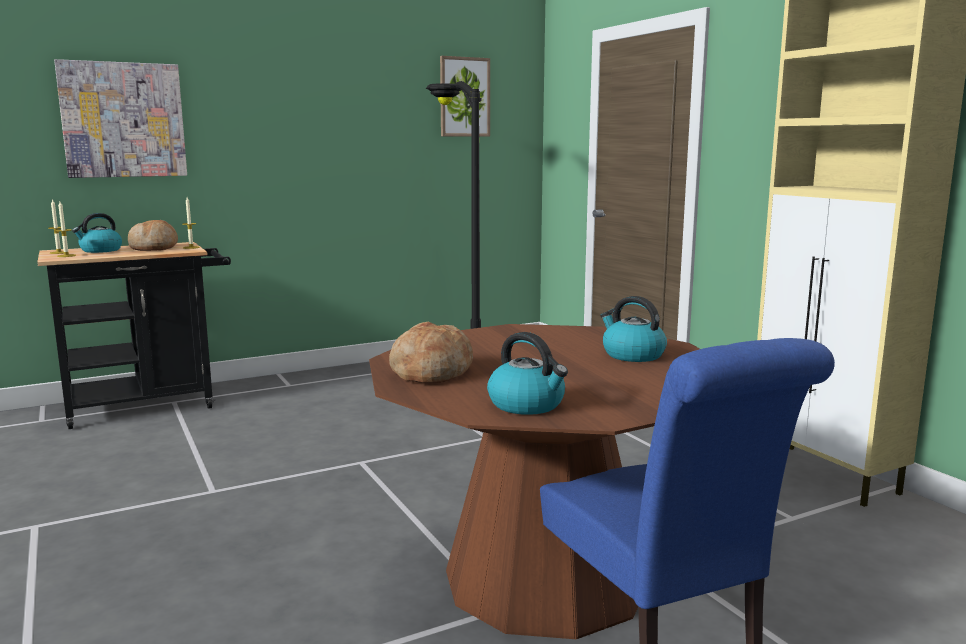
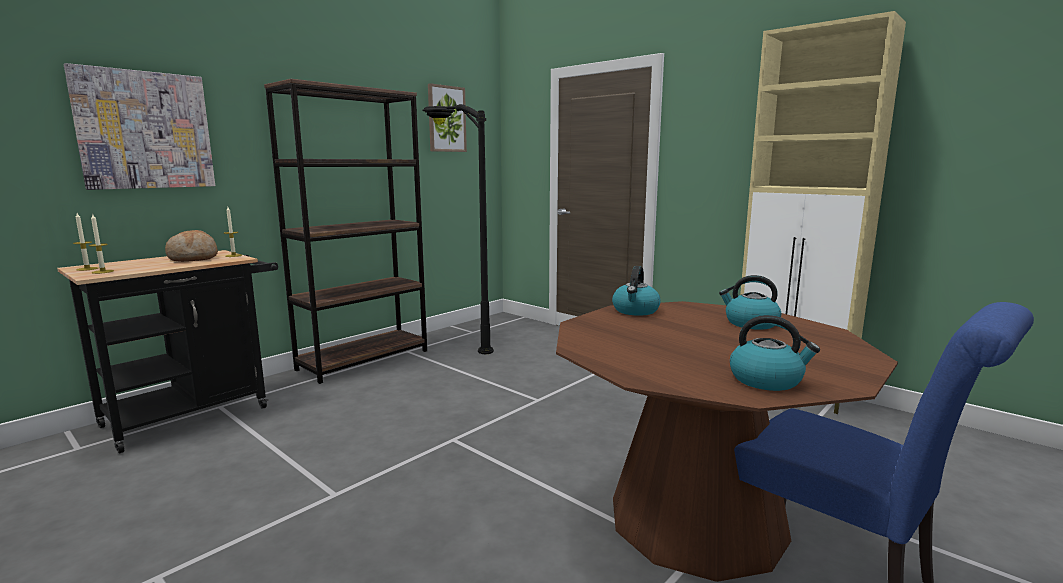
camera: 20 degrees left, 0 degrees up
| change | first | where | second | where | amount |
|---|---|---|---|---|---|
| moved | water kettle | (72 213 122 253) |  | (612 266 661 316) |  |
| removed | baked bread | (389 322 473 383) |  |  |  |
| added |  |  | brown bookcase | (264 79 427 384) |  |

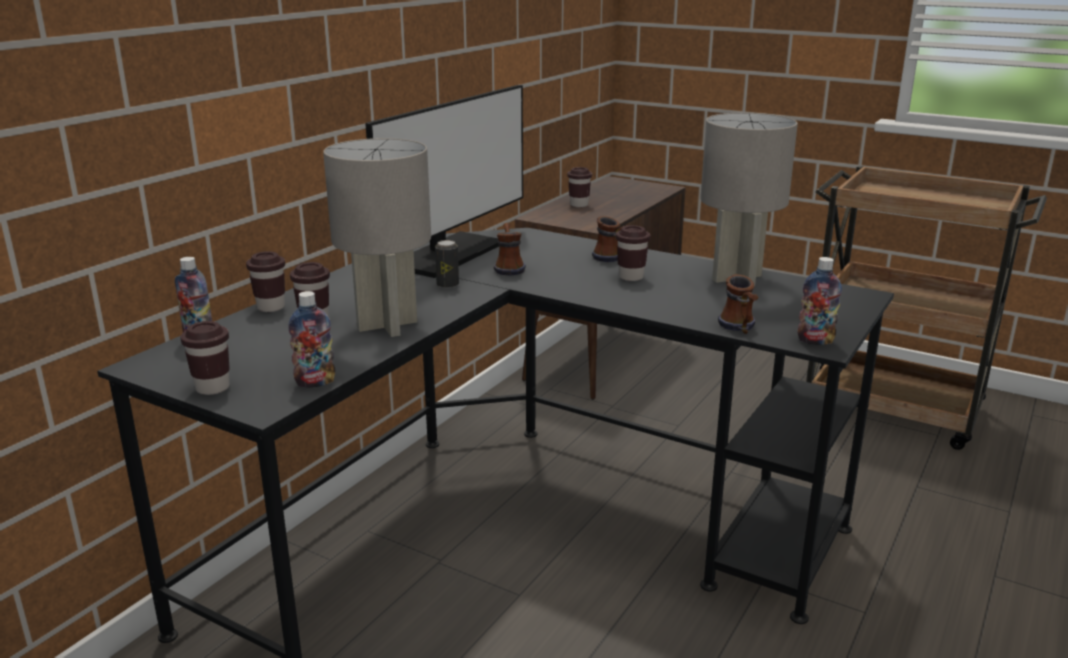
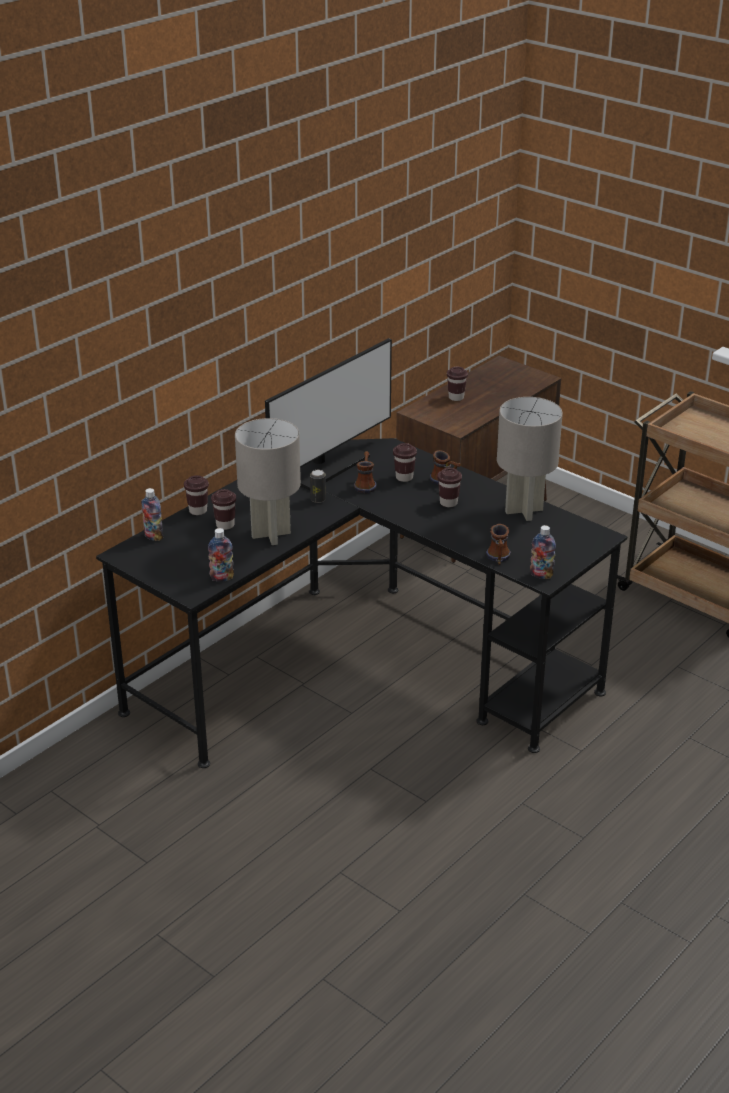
camera: 10 degrees right, 10 degrees up
| change | first | where | second | where | amount |
|---|---|---|---|---|---|
| moved | brown cup | (180 321 230 395) |  | (393 443 417 482) |  |

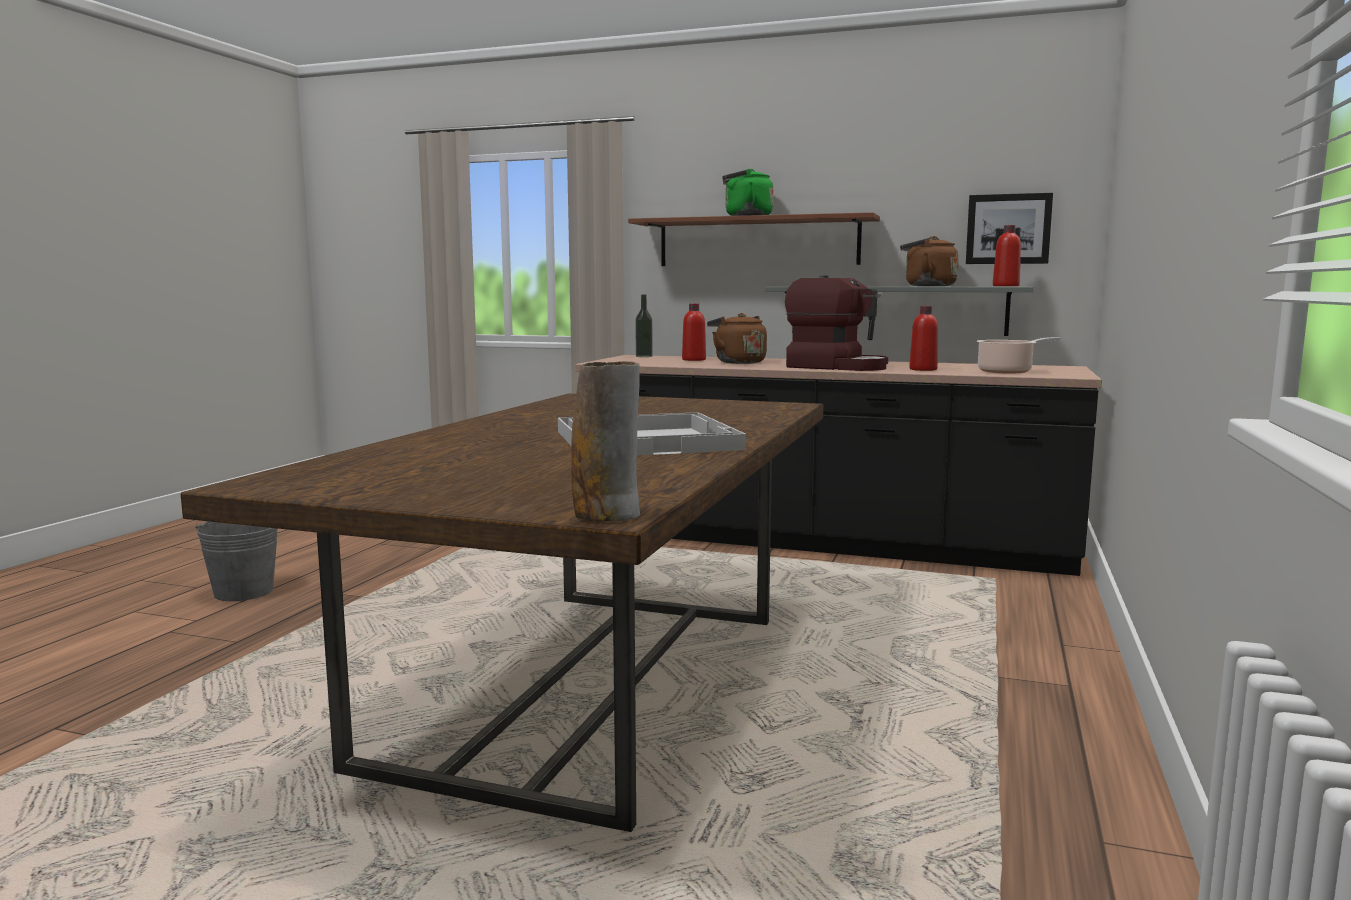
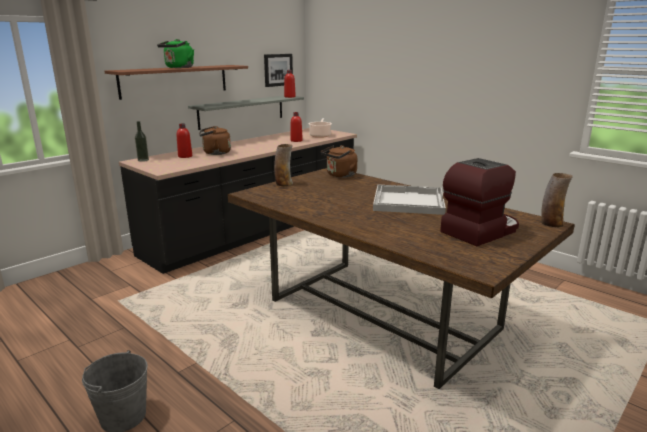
camera: 65 degrees left, 10 degrees up
| change | first | where | second | where | amount |
|---|---|---|---|---|---|
| moved | brown water kettle | (900 236 959 286) |  | (321 145 358 178) |  |
| moved | coffee brewer | (785 275 888 371) |  | (440 158 519 246) |  |
| added |  |  | vase | (274 144 293 186) |  |

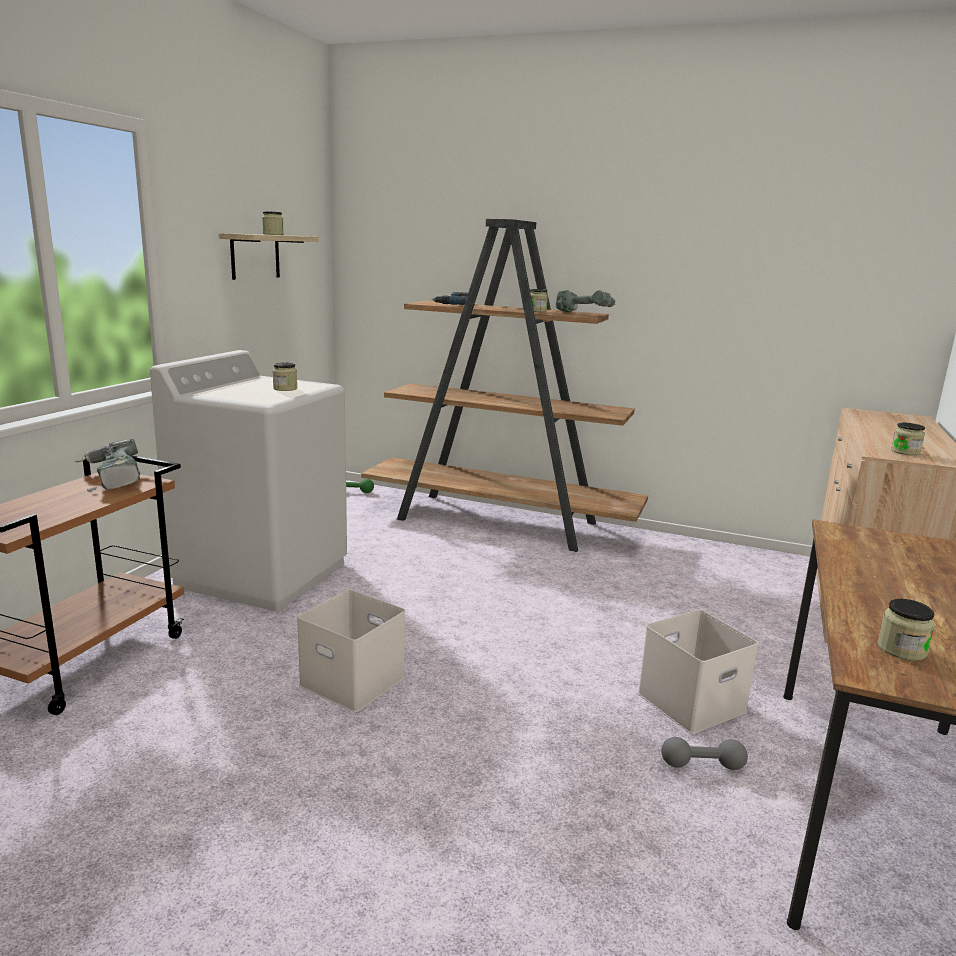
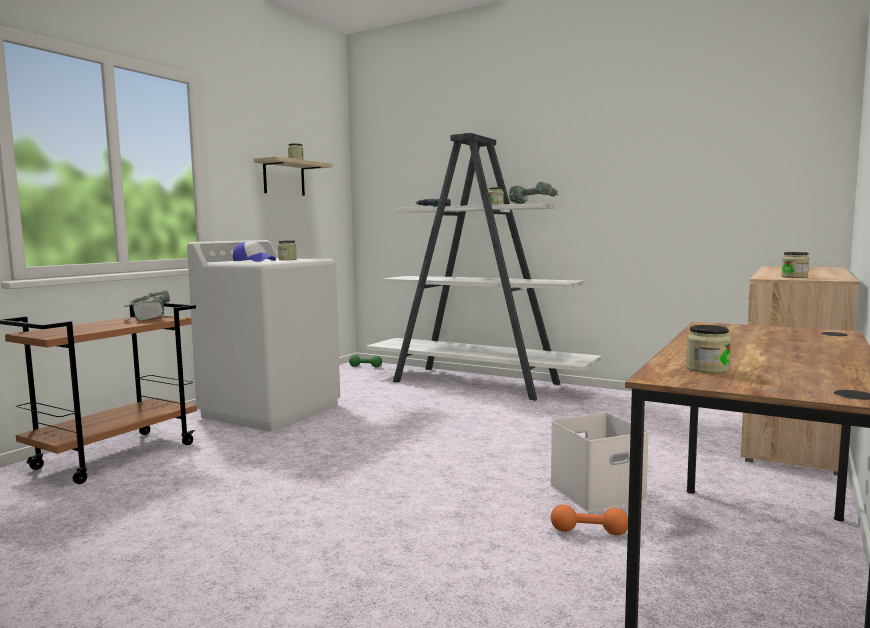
camera: 10 degrees right, 10 degrees down
| change | first | where | second | where | amount |
|---|---|---|---|---|---|
| recoloured | brown bookcase | (361 219 648 552) | whitish bookcase | (366 133 601 401) |  |
| removed | whitish storage container | (297 589 405 712) |  |  |  |
| recoloured | grey hand weight | (661 737 748 770) | orange-coloured hand weight | (551 504 628 535) |  |
| added |  |  | cap | (233 241 276 262) |  |

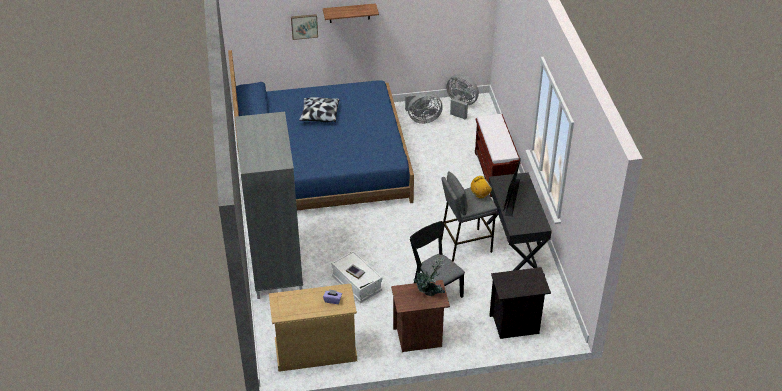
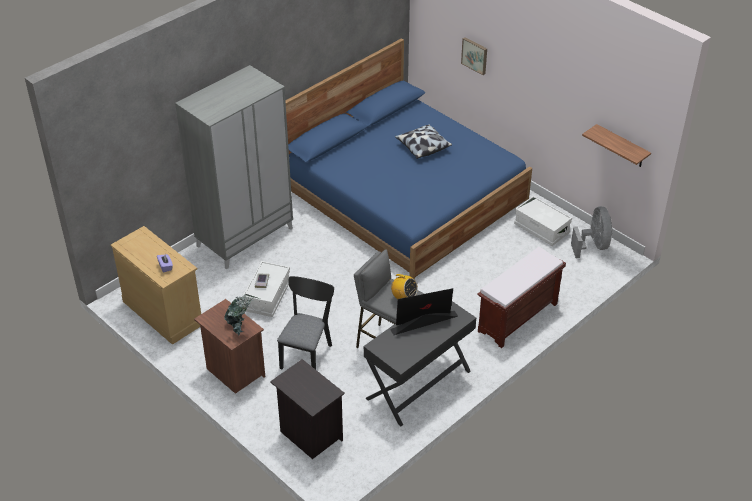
camera: 55 degrees right, 0 degrees up
| change | first | where | second | where | amount |
|---|---|---|---|---|---|
| moved | bracket shelf | (323 3 379 23) |  | (582 124 651 167) |  |
| replaced | grey fan | (405 93 443 124) | whitish storage container | (514 195 572 246) |  |

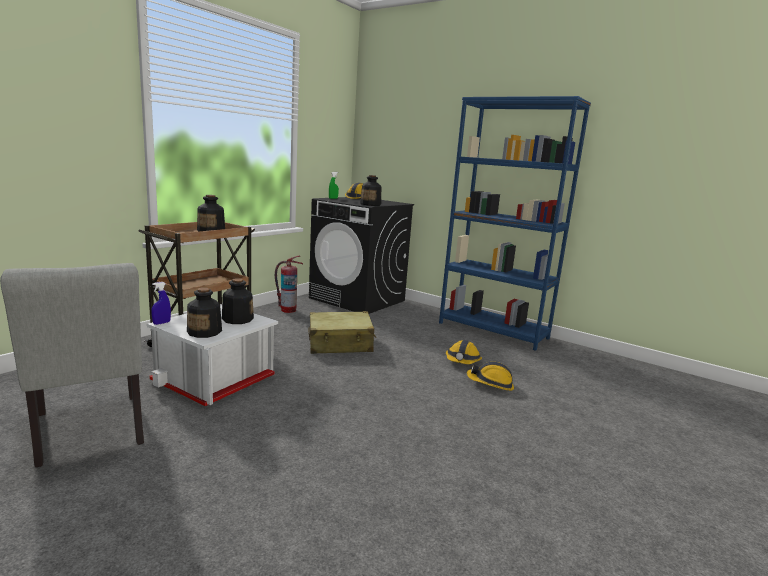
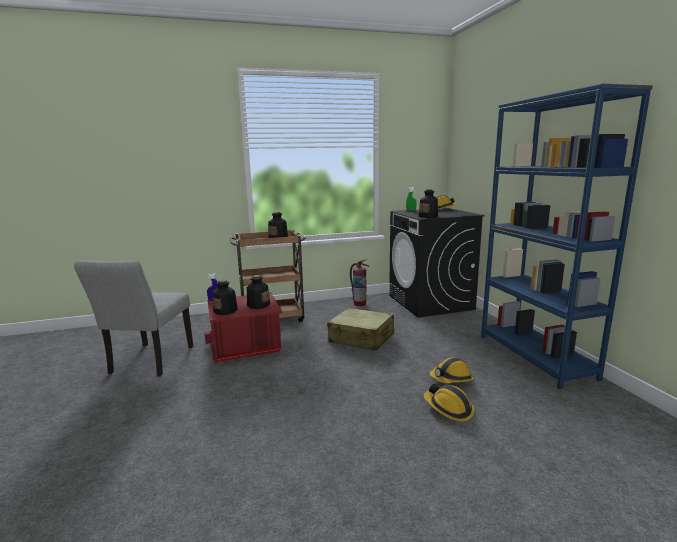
camera: 40 degrees right, 0 degrees up
| change | first | where | second | where | amount |
|---|---|---|---|---|---|
| recoloured | whitish storage container | (147 304 279 406) | red-coloured storage container | (204 292 282 363) |  |

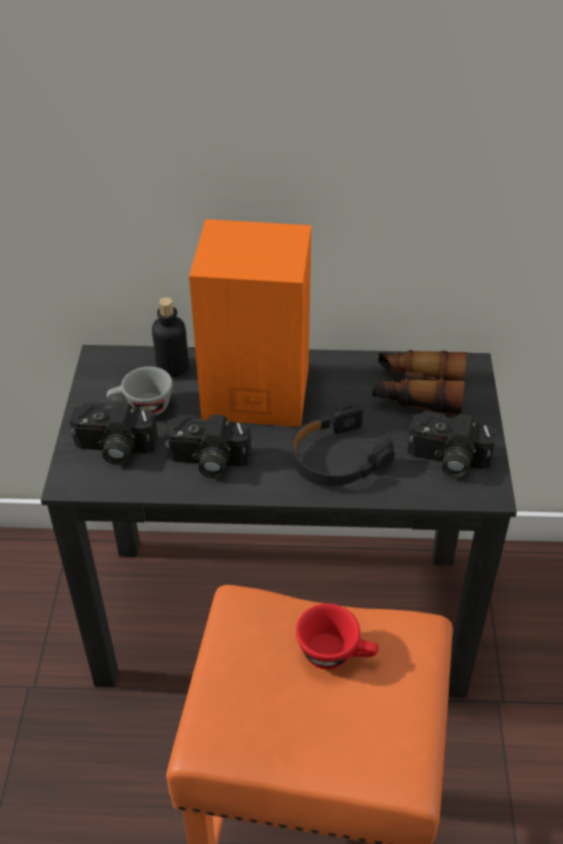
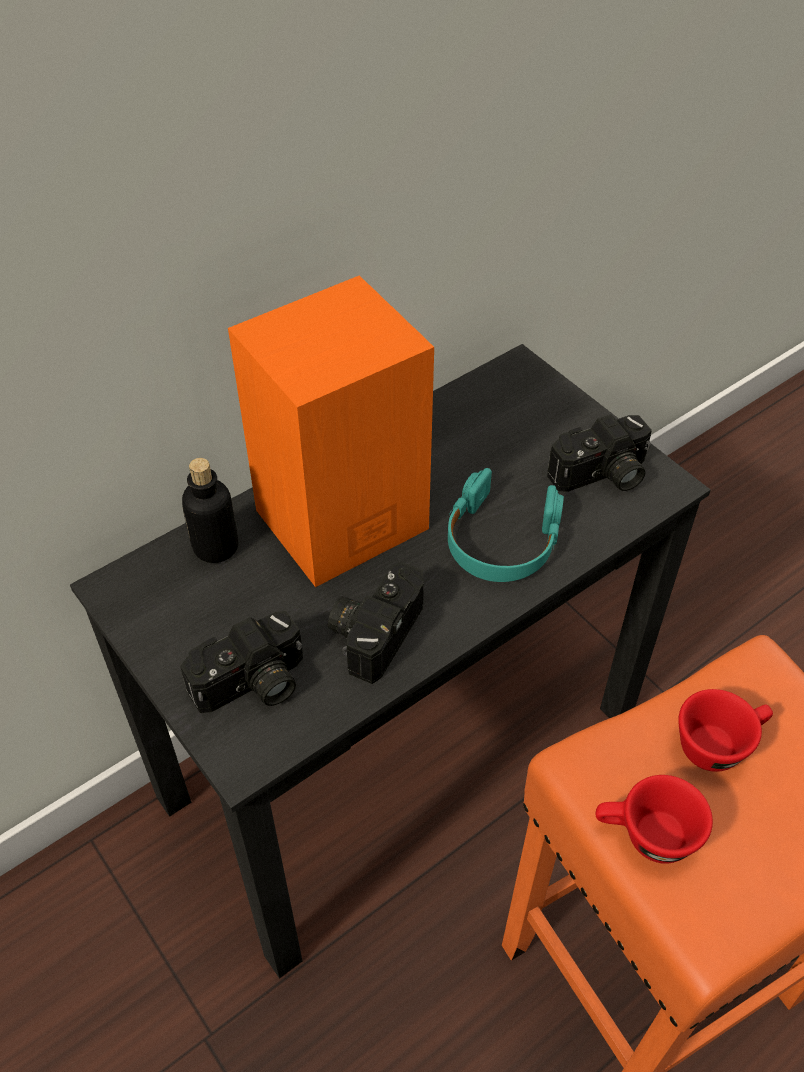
camera: 40 degrees left, 5 degrees up
| change | first | where | second | where | amount |
|---|---|---|---|---|---|
| removed | binoculars | (372 350 467 416) |  |  |  |
| removed | grey cup | (107 366 173 416) |  |  |  |
| recoloured | black pair of headphones | (292 405 395 486) | blue-green pair of headphones | (448 468 564 582) |  |
| turned | photo camera | (164 414 251 478) |  | (328 562 424 684) | 150 degrees clockwise |
| added |  |  | red-coloured cup | (596 775 713 864) |  |

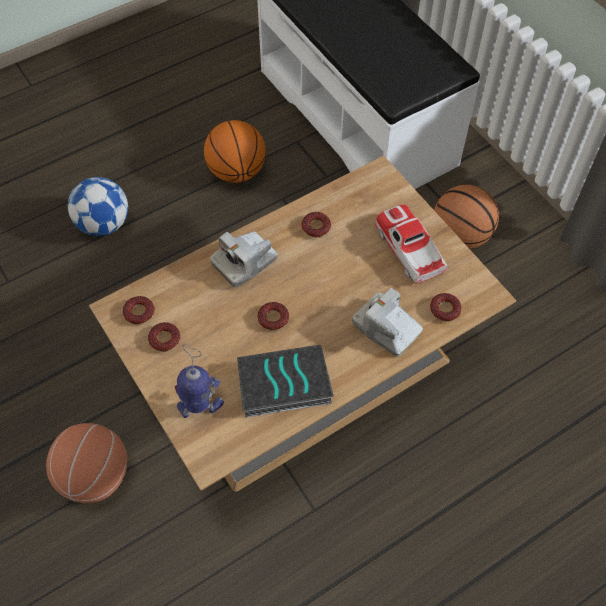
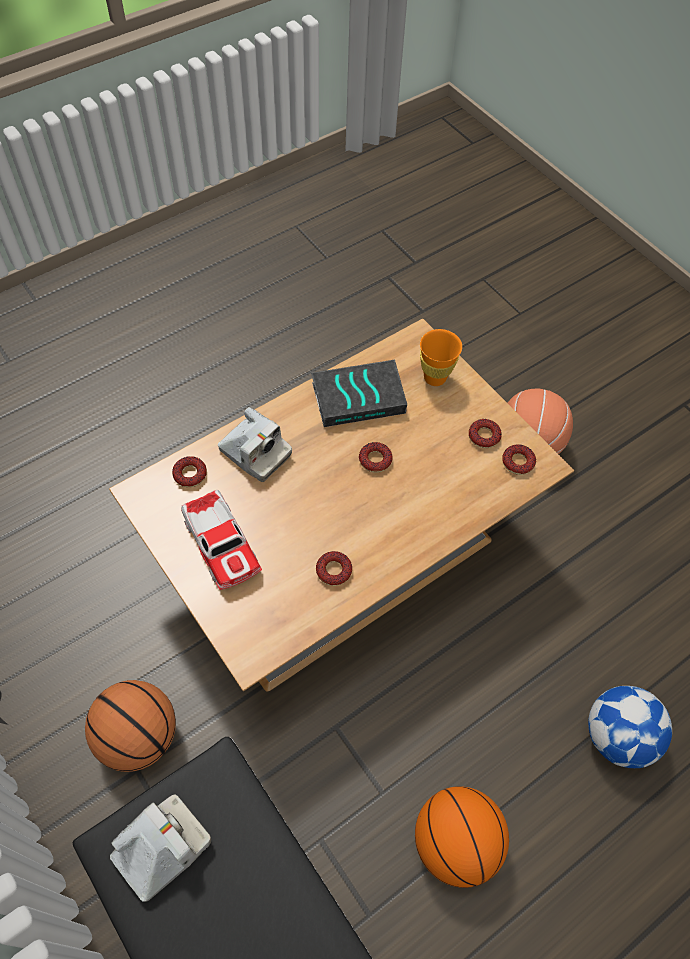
camera: 175 degrees right, 0 degrees up
| change | first | where | second | where | amount |
|---|---|---|---|---|---|
| moved | photo camera | (210 231 278 288) |  | (110 794 211 902) |  |
| replaced | robot figure | (175 344 224 418) | orange-coloured cup | (420 329 462 386) |  |

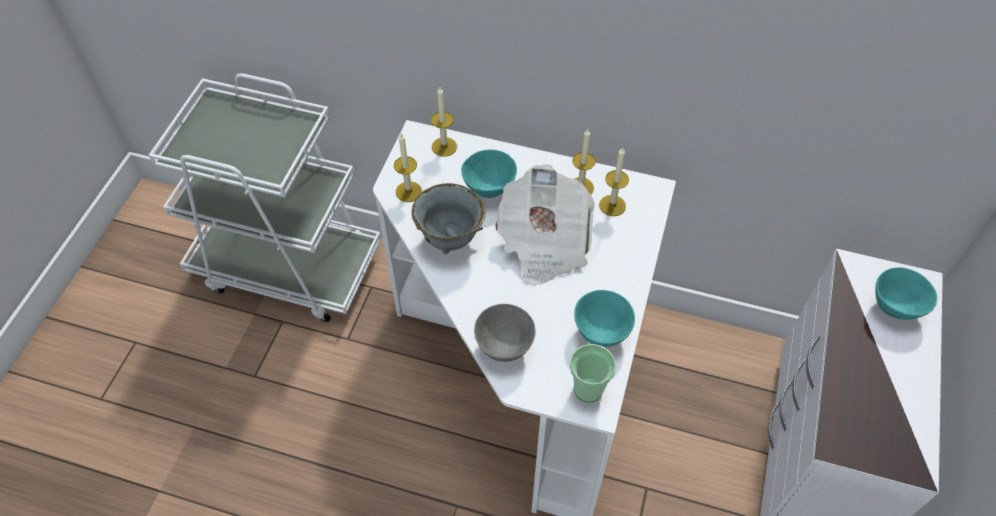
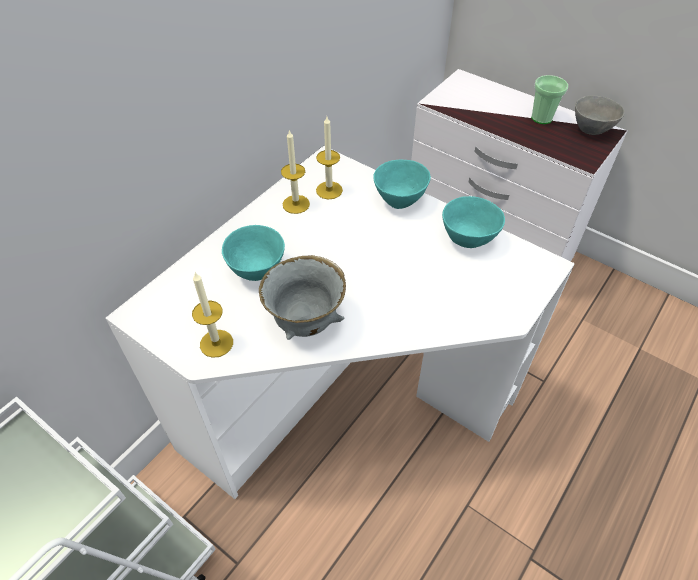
camera: 70 degrees left, 5 degrees down
| change | first | where | second | where | amount |
|---|---|---|---|---|---|
| removed | wax light | (431 87 457 157) |  |  |  |
| removed | newspaper | (495 164 595 286) |  |  |  |
| moved | blue-green bowl | (875 267 937 320) |  | (373 160 431 209) |  |
| moved | grey bowl | (474 304 535 362) |  | (575 95 625 135) |  |
| moved | cup | (570 344 616 403) |  | (531 75 568 124) |  |

